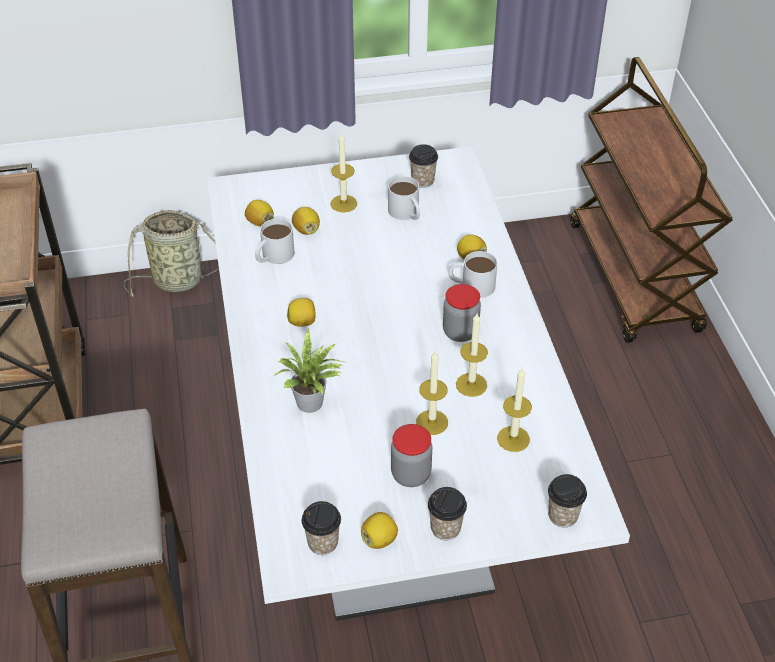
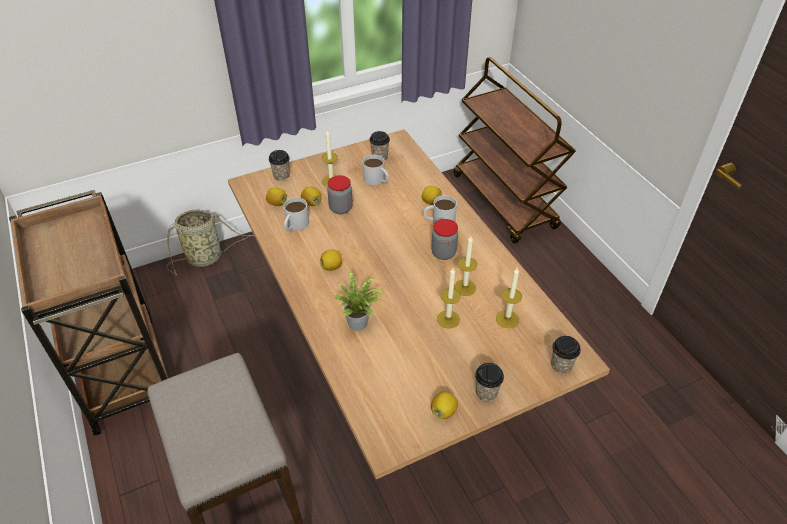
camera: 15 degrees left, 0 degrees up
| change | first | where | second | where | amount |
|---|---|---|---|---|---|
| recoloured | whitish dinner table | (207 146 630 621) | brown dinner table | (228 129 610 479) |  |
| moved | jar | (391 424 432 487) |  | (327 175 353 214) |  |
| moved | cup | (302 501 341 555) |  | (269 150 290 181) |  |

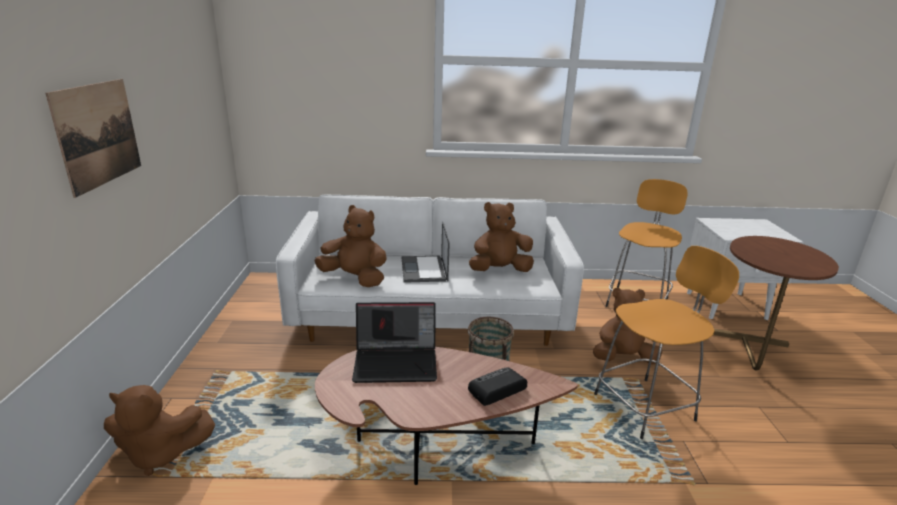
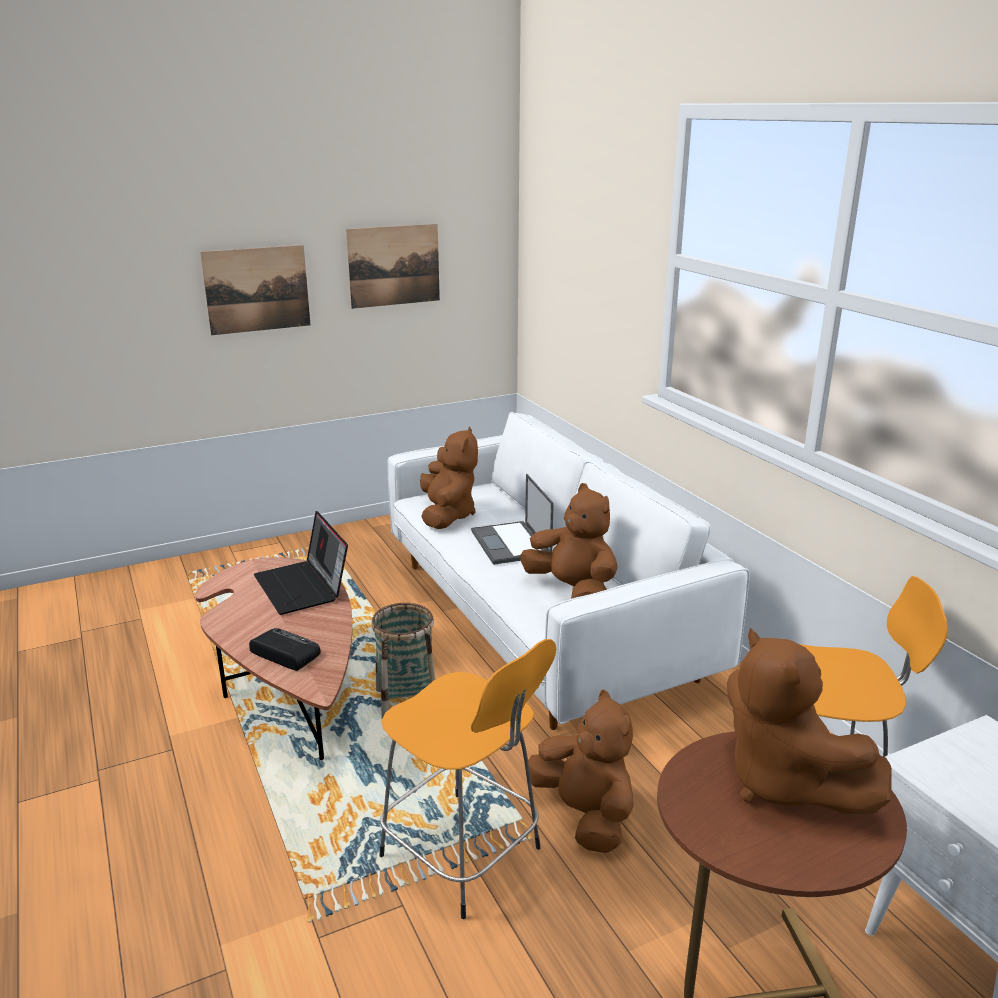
camera: 65 degrees right, 0 degrees up
| change | first | where | second | where | amount |
|---|---|---|---|---|---|
| turned | notebook computer | (402 222 450 283) |  | (471 474 554 565) | 75 degrees counterclockwise |
| moved | brown cuddly toy | (104 385 215 476) |  | (727 628 892 814) |  |
| added |  |  | picture | (346 224 440 309) |  |

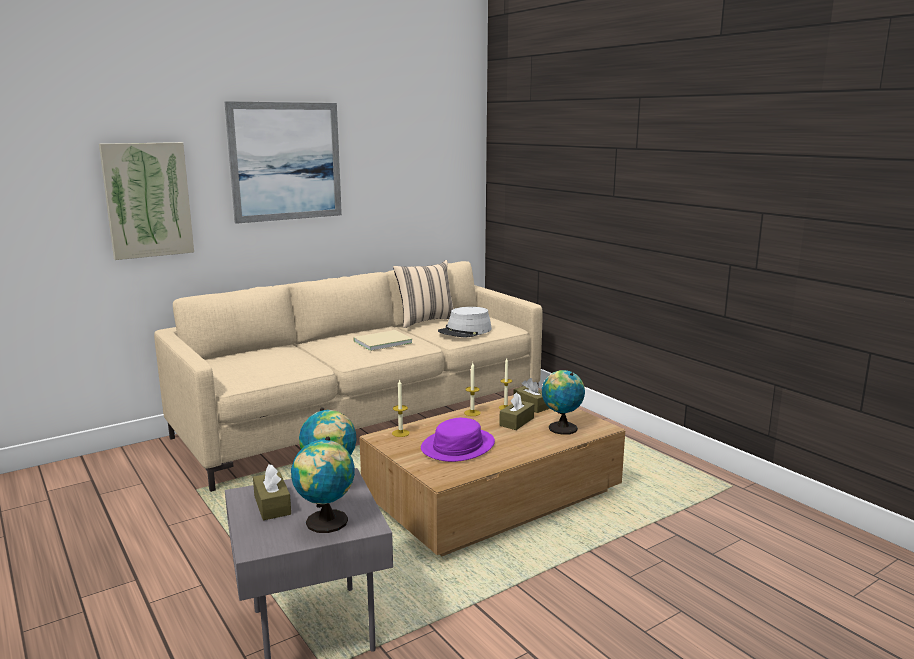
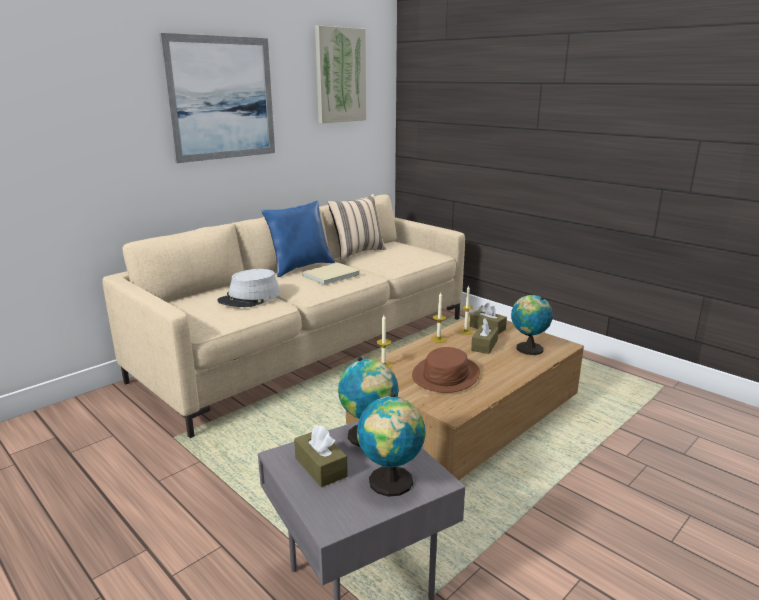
camera: 10 degrees left, 5 degrees up
| change | first | where | second | where | amount |
|---|---|---|---|---|---|
| moved | picture | (99 142 194 260) |  | (315 25 366 123) |  |
| moved | grey hat | (438 307 492 338) |  | (217 269 280 307) |  |
| recoloured | purple-coloured hat | (421 418 495 462) | brown hat | (412 347 480 393) |  |
| added |  |  | blue throw pillow | (262 201 335 277) |  |

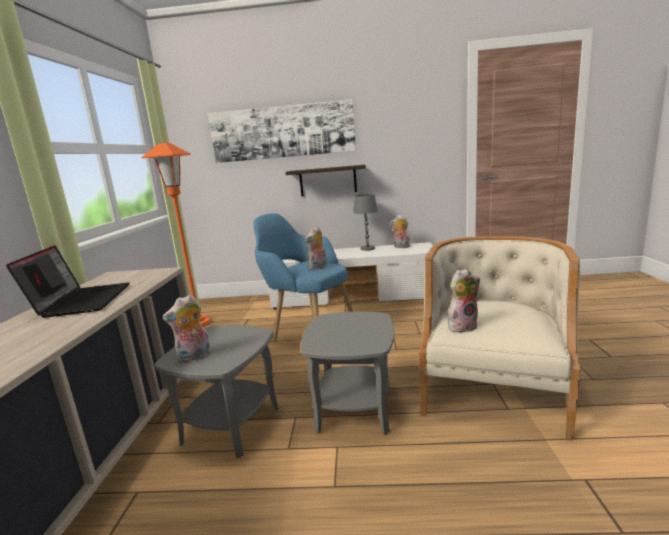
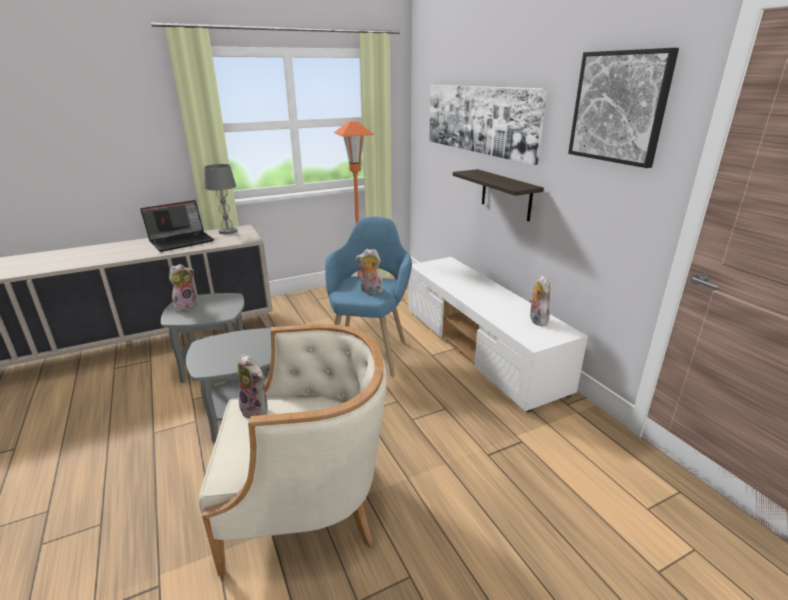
camera: 60 degrees right, 10 degrees up
| change | first | where | second | where | amount |
|---|---|---|---|---|---|
| moved | grey tabletop lamp | (353 194 378 251) |  | (204 164 237 234) |  |
| turned | cuddly toy | (162 295 211 363) |  | (169 264 197 311) | 105 degrees clockwise |
| added |  |  | picture | (568 48 679 168) |  |

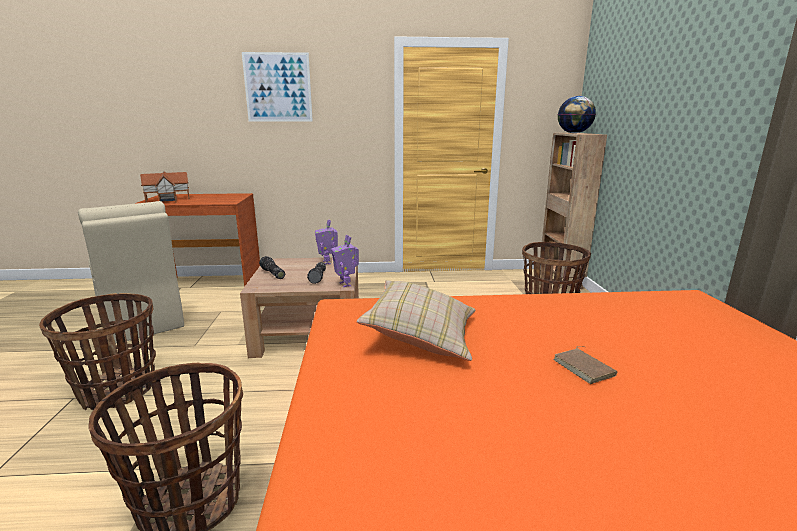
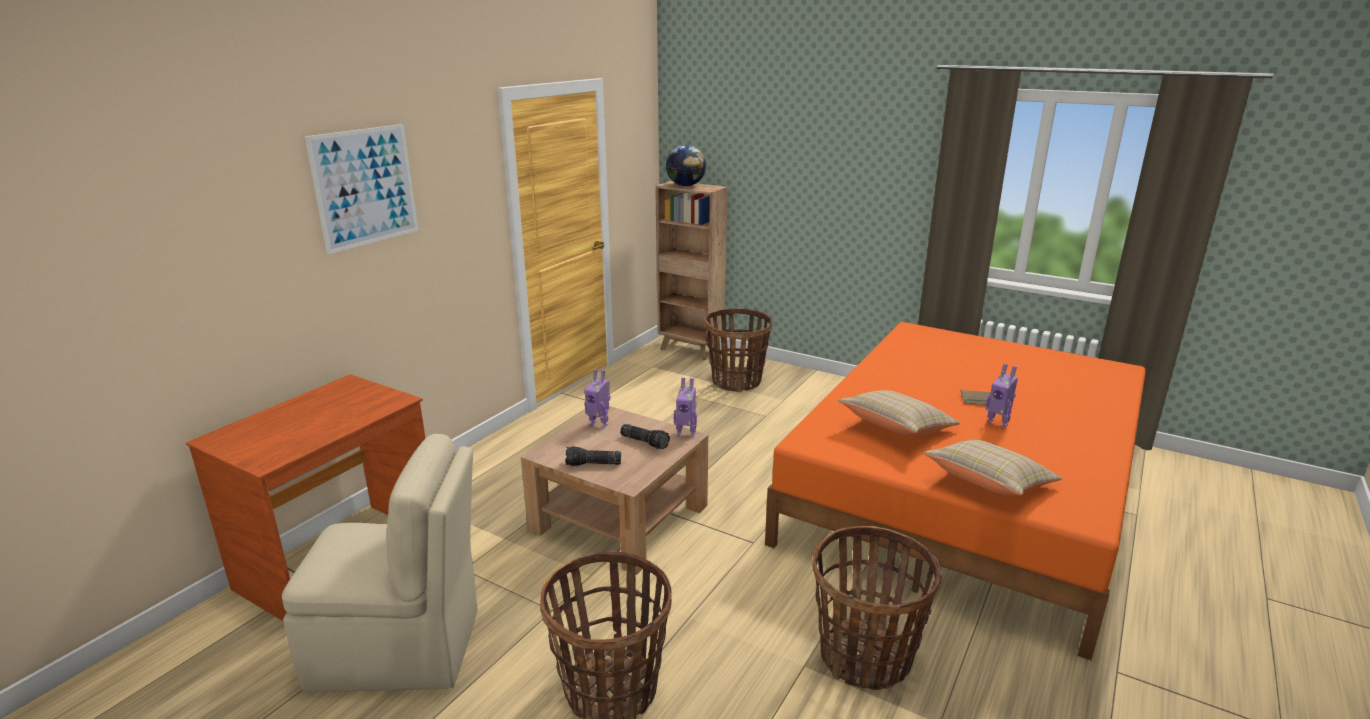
camera: 55 degrees left, 5 degrees up
| change | first | where | second | where | amount |
|---|---|---|---|---|---|
| removed | toy house | (140 171 190 203) |  |  |  |
| added |  |  | robot figure | (986 364 1018 428) |  |
| added |  |  | beige throw pillow | (923 440 1062 496) |  |

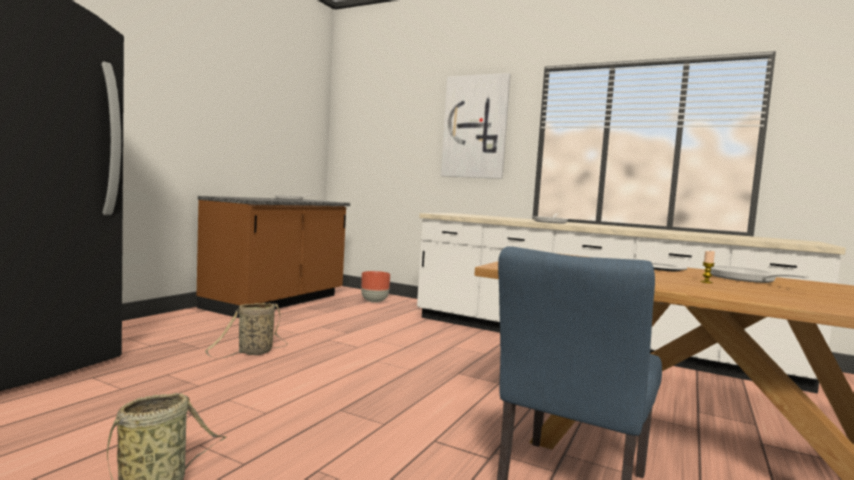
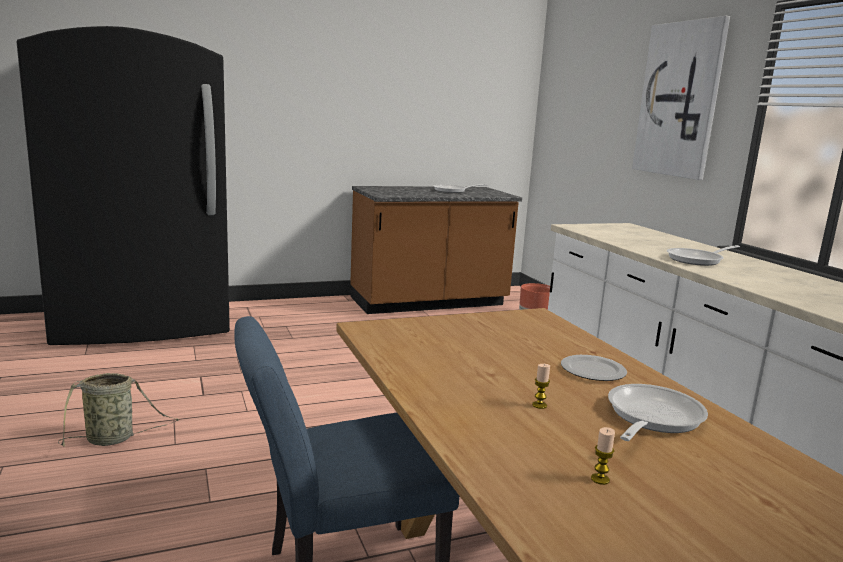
camera: 40 degrees right, 10 degrees up
| change | first | where | second | where | amount |
|---|---|---|---|---|---|
| removed | household basket | (205 303 287 359) |  |  |  |
| added |  |  | wax light | (591 427 615 485) |  |

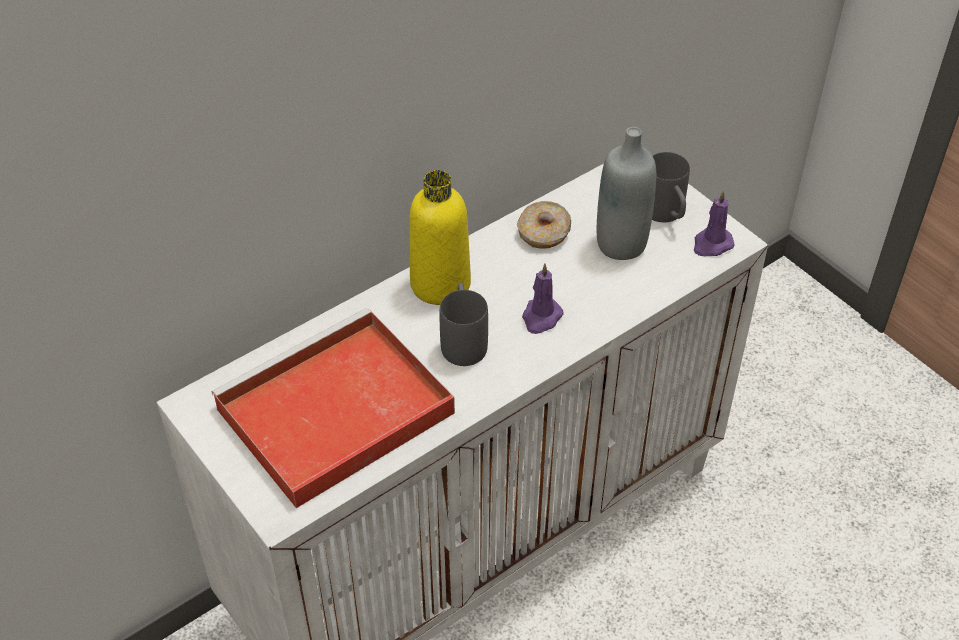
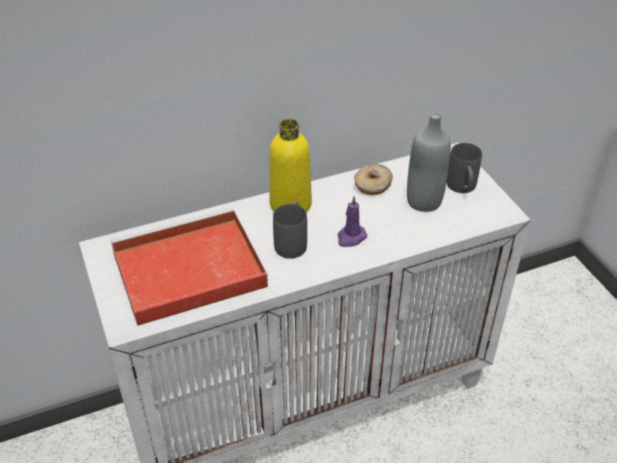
camera: 15 degrees right, 5 degrees down
| change | first | where | second | where | amount |
|---|---|---|---|---|---|
| removed | purple-coloured wax light | (694 190 735 256) |  |  |  |

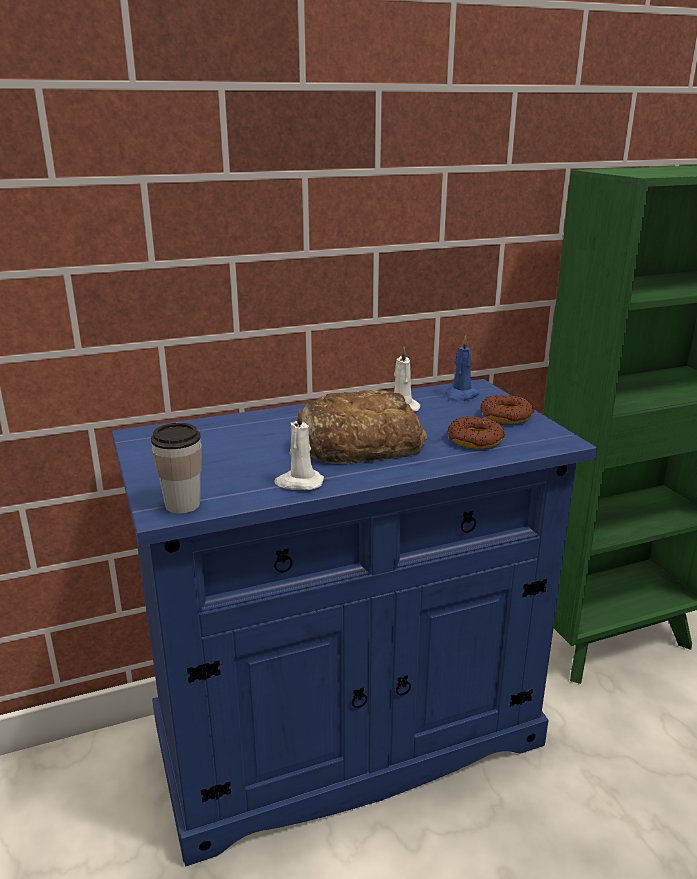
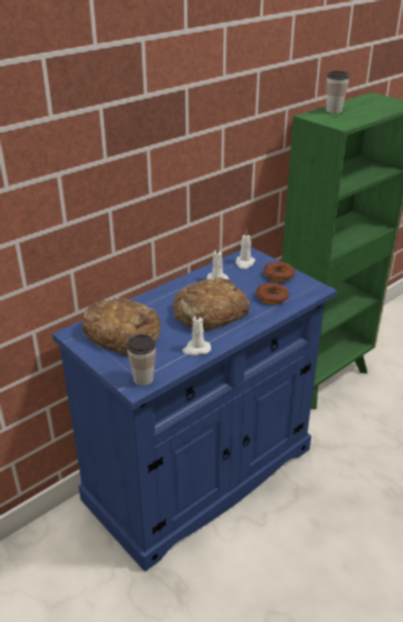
camera: 20 degrees left, 10 degrees up
| change | first | where | second | where | amount |
|---|---|---|---|---|---|
| recoloured | blue wax light | (445 335 479 402) | whitish wax light | (236 229 256 269) |  |
| added |  |  | cup | (326 71 350 114) |  |
| added |  |  | baked bread | (82 298 161 357) |  |

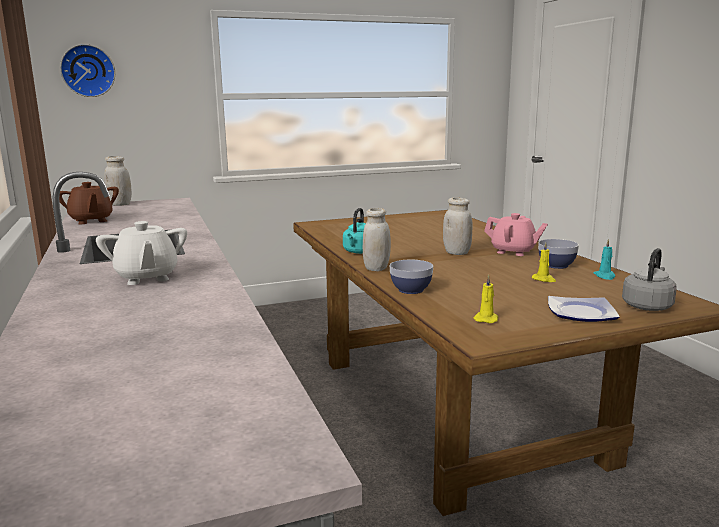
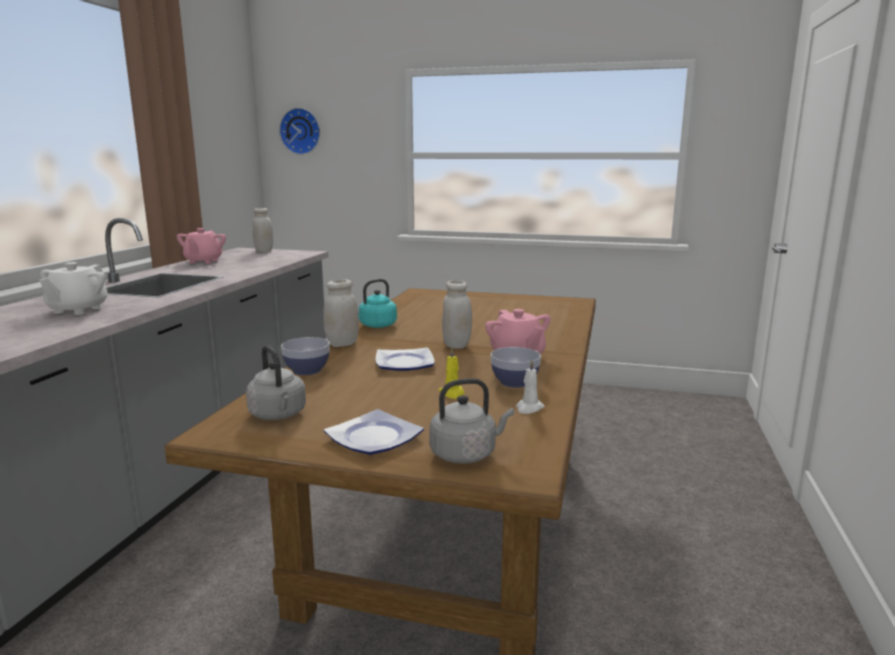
camera: 35 degrees right, 0 degrees up
| change | first | where | second | where | amount |
|---|---|---|---|---|---|
| recoloured | brown teapot | (59 182 119 224) | pinkish teapot | (177 228 226 264) |  |
| recoloured | blue-green wax light | (593 239 615 280) | whitish wax light | (516 360 545 414) |  |
| replaced | yellowish wax light | (474 275 498 323) | grey water kettle | (246 345 306 420) |  |
| added |  |  | dinner plate | (376 348 435 371) |  |

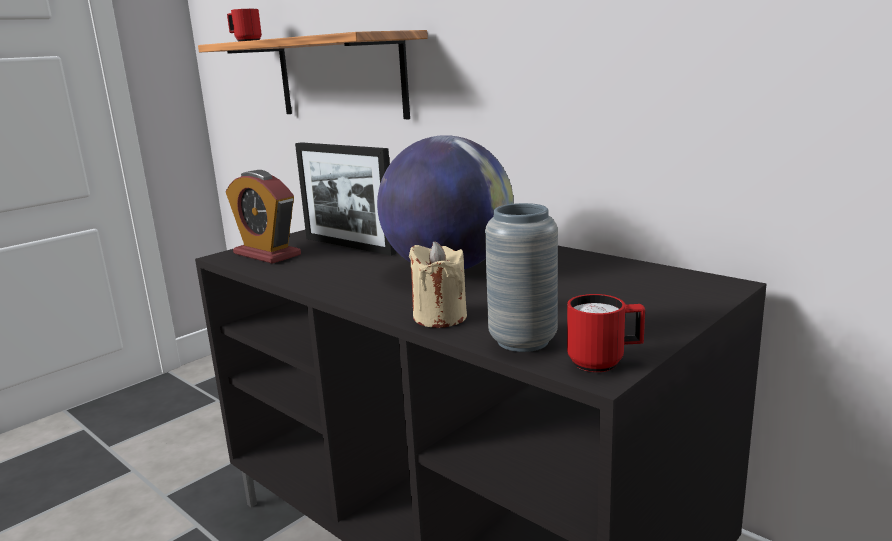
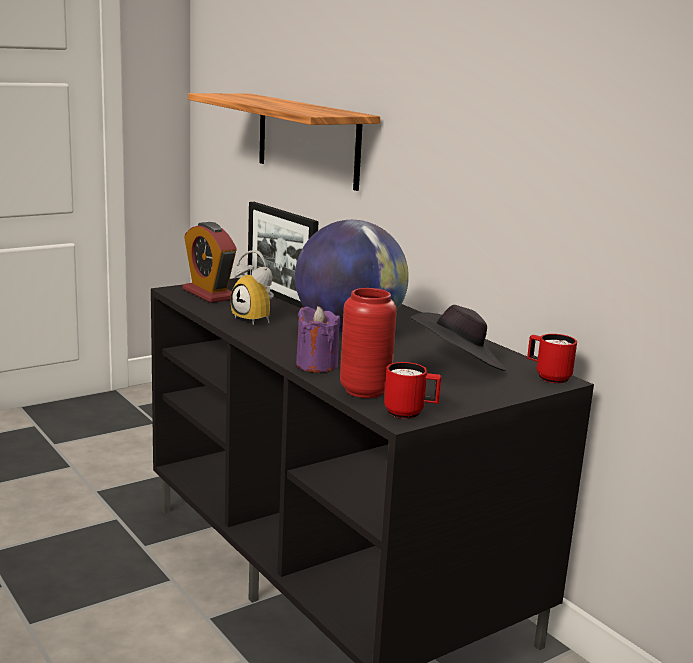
camera: 10 degrees right, 0 degrees up
| change | first | where | second | where | amount |
|---|---|---|---|---|---|
| moved | red-coloured mug | (227 9 262 42) |  | (527 334 577 383) |  |
| recoloured | grey vase | (485 203 558 352) | red-coloured vase | (340 288 397 398) |  |
| recoloured | beige wax light | (409 241 467 328) | purple-coloured wax light | (296 306 340 373) |  |
| added |  |  | alarm clock | (231 250 274 325) |  |
| added |  |  | black hat | (410 305 506 371) |  |

